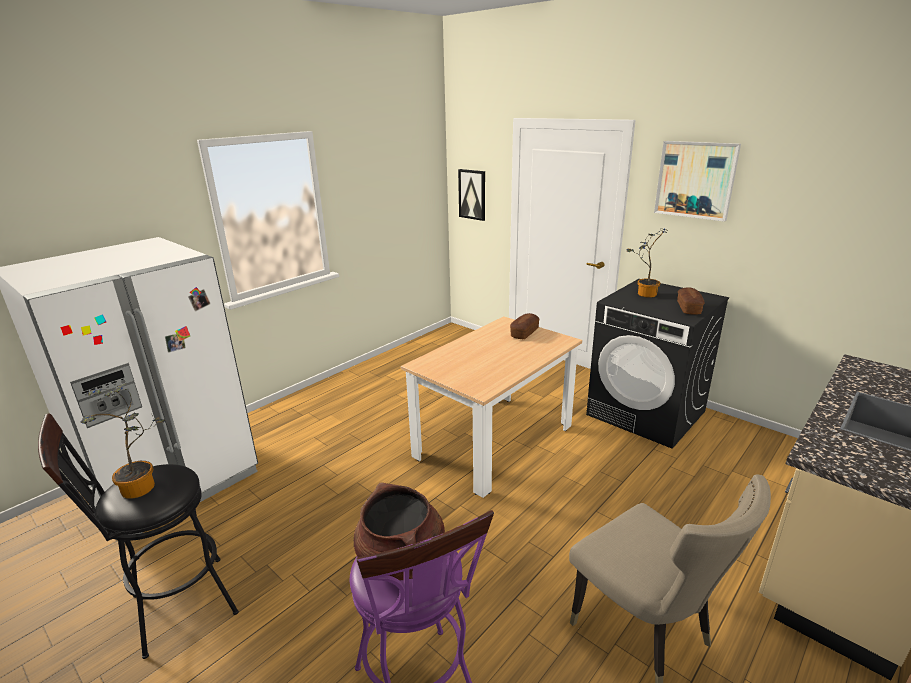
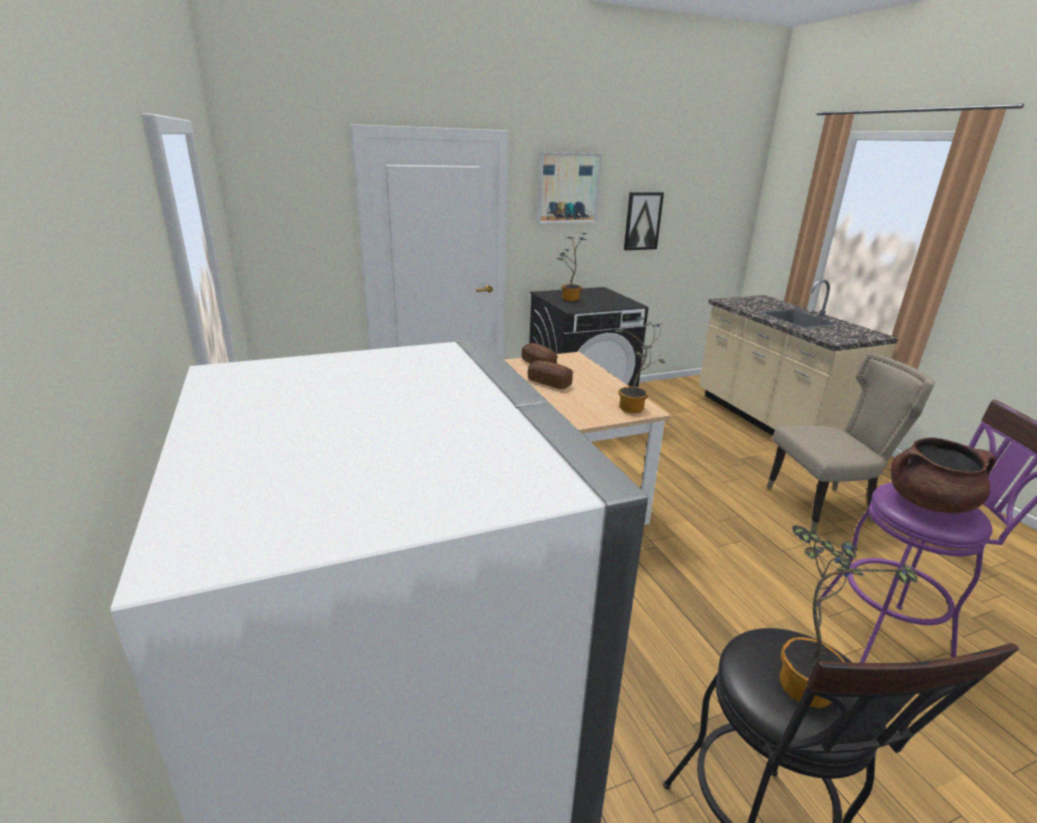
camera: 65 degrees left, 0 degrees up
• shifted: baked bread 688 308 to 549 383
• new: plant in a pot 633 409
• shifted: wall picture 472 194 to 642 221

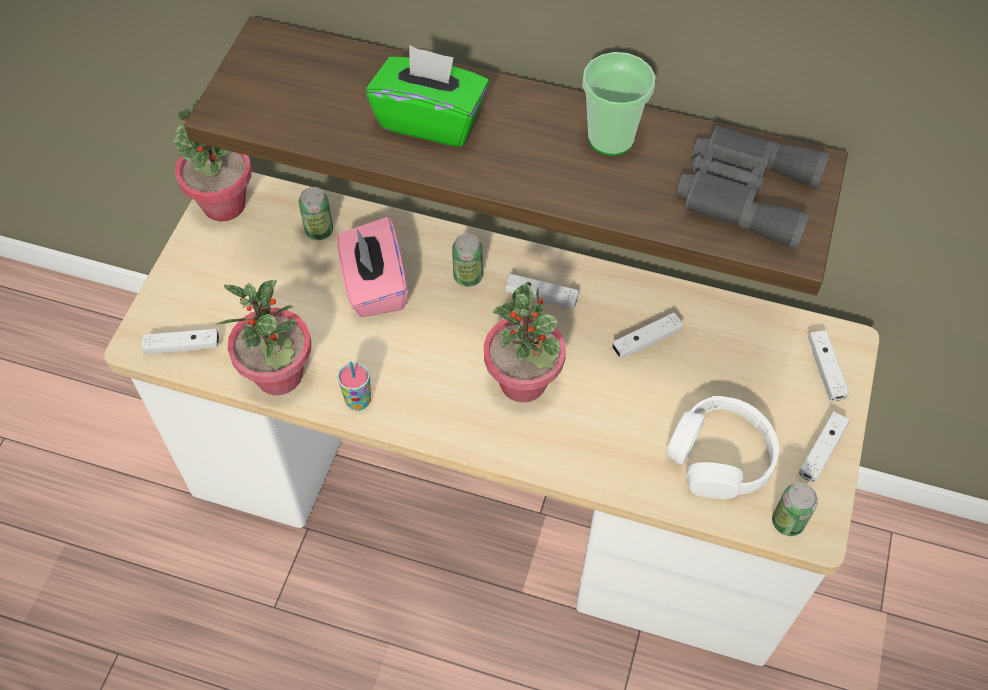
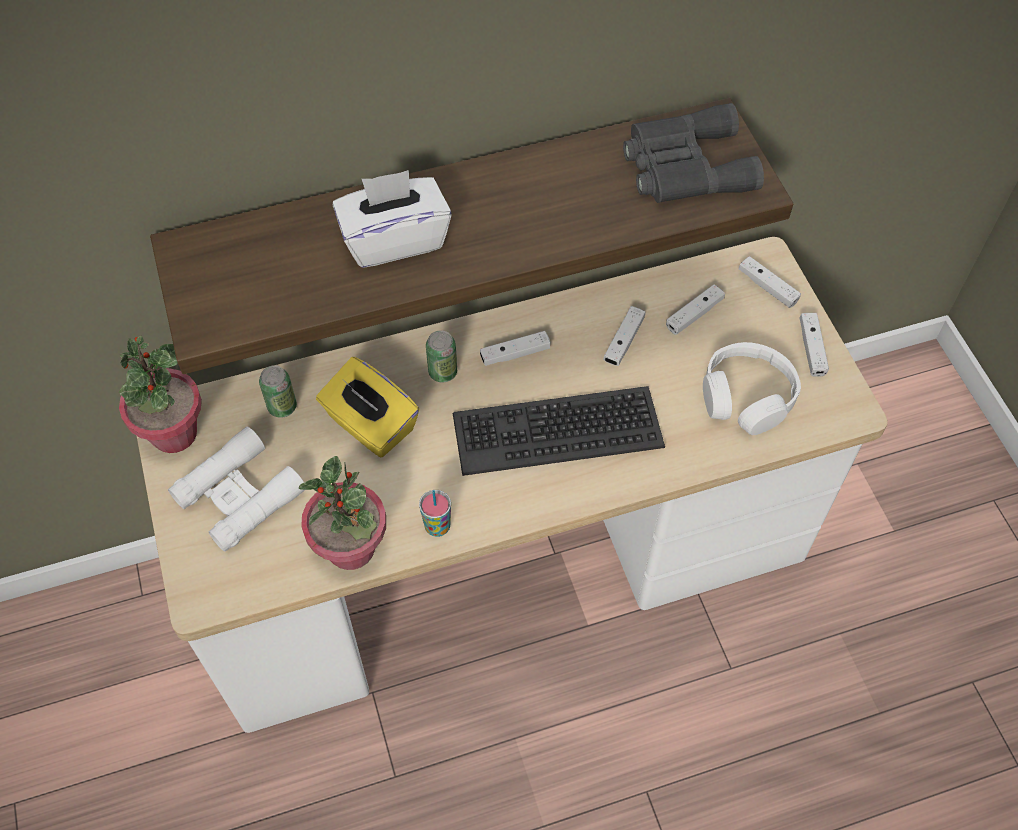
camera: 35 degrees left, 0 degrees up
• new: whitish binoculars 239 495
• repainted: pinkish tissue box 374 286 to yellow tissue box 370 425
• repainted: green-coloured tissue box 430 120 to whitish tissue box 394 239
• swapped: plant in a pot 523 382 to keyboard 557 430
• shifted: whitish game controller 182 346 to 694 314
• gone: small cup 611 138
• gone: sealed can 787 522

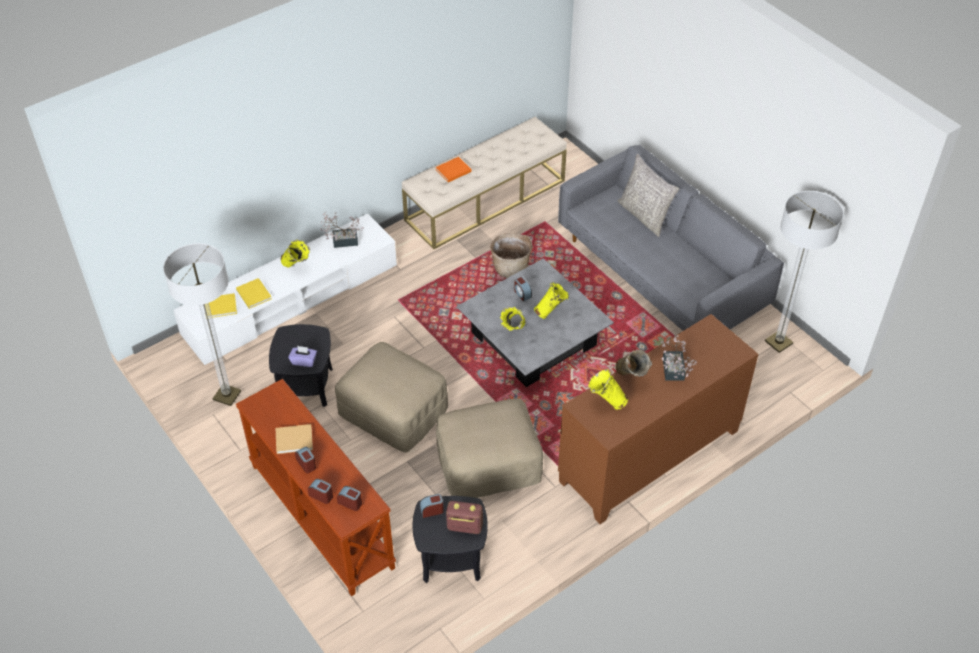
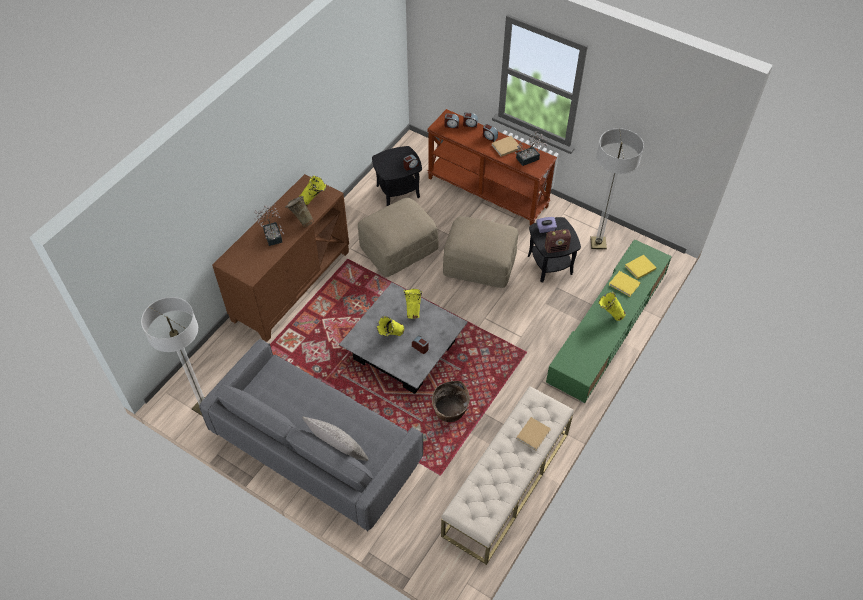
camera: 160 degrees right, 5 degrees up
• shifted: plant in a pot 342 241 to 530 158
• repainted: orange volume 452 171 to beige volume 533 433
• shifted: radio 464 527 to 556 248
• repainted: whitish tv stand 292 299 to green-coloured tv stand 607 327

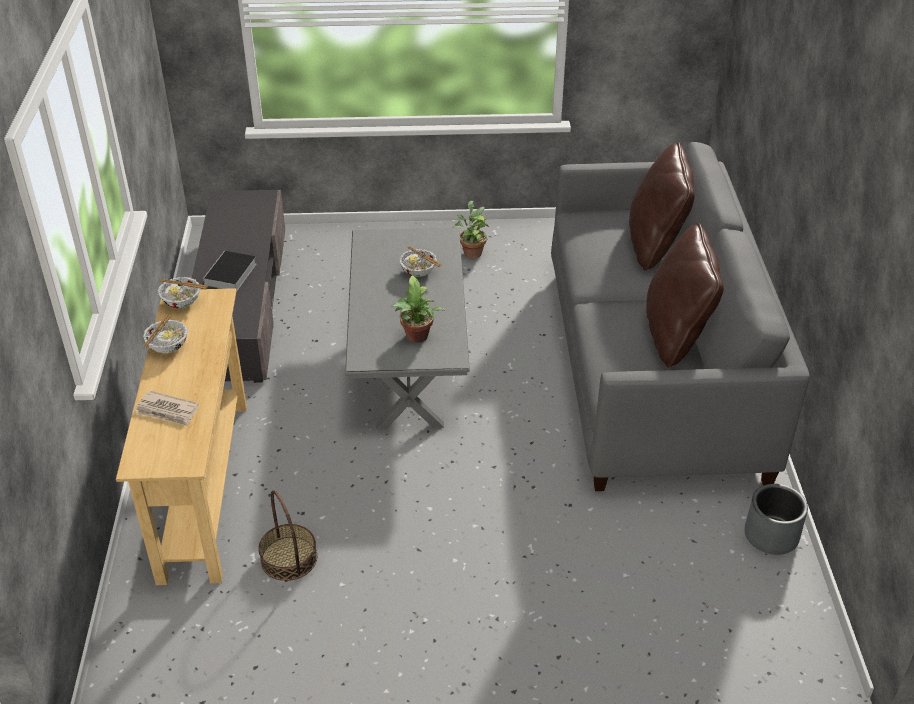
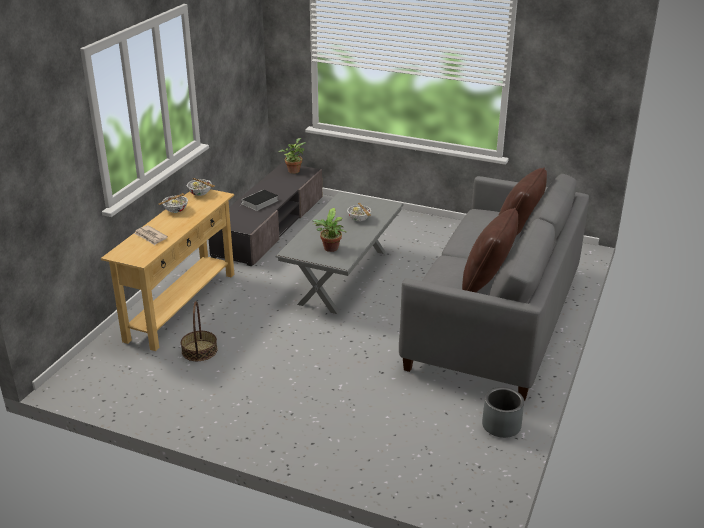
camera: 25 degrees right, 10 degrees down
• shifted: plant in a pot 471 252 to 294 170

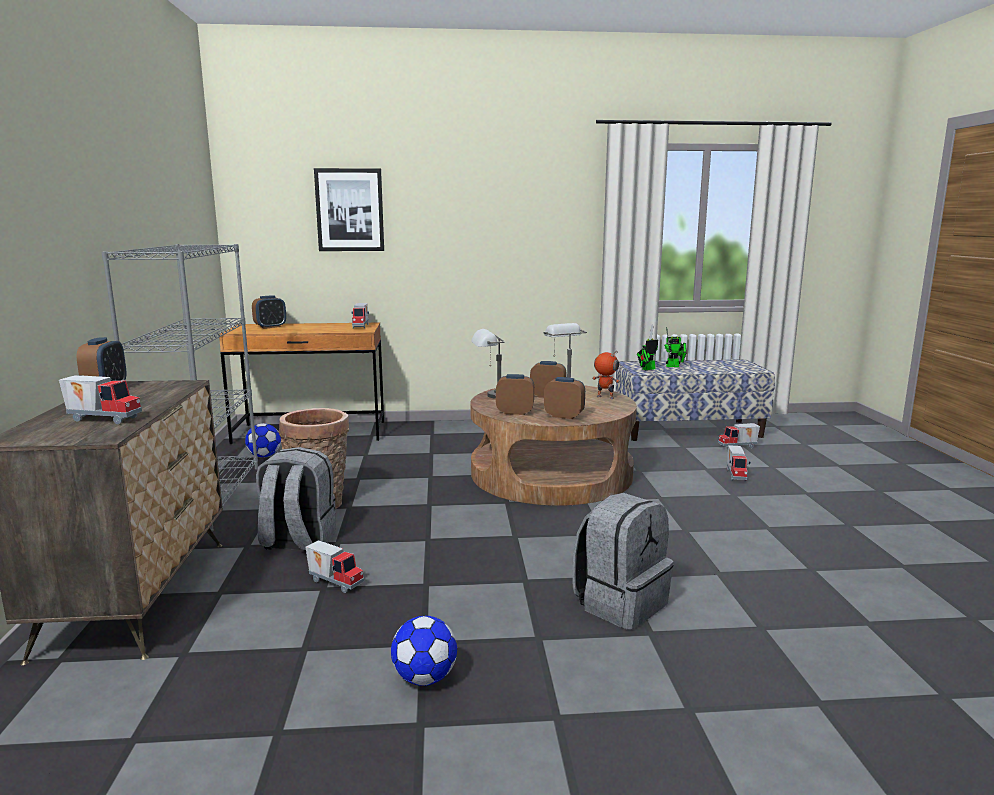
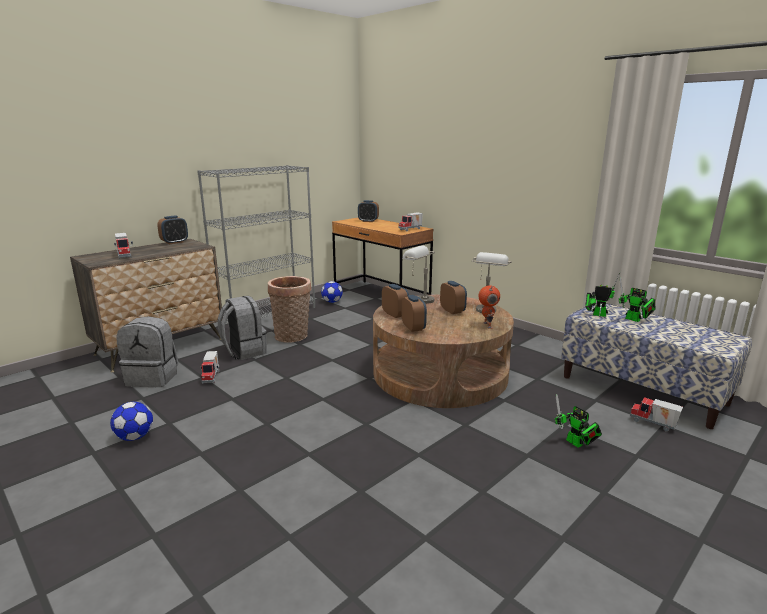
camera: 50 degrees right, 5 degrees up
• shifted: grey backpack 620 603 to 153 378
• swapped: toy lorry 737 476 to robot figure 576 444
• gone: wall picture 350 210

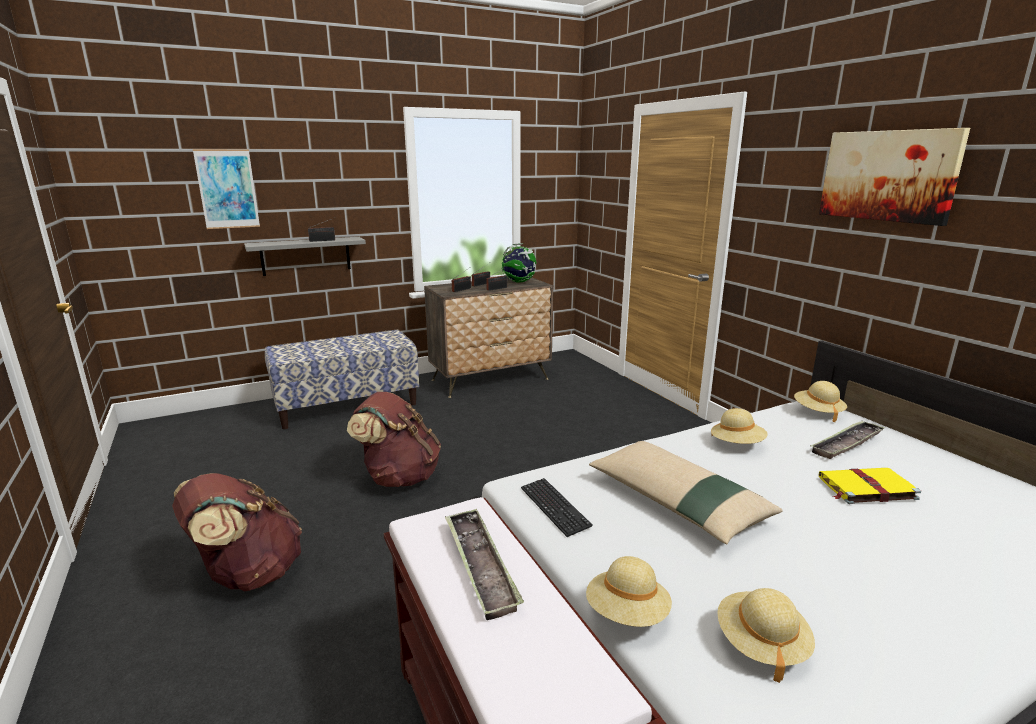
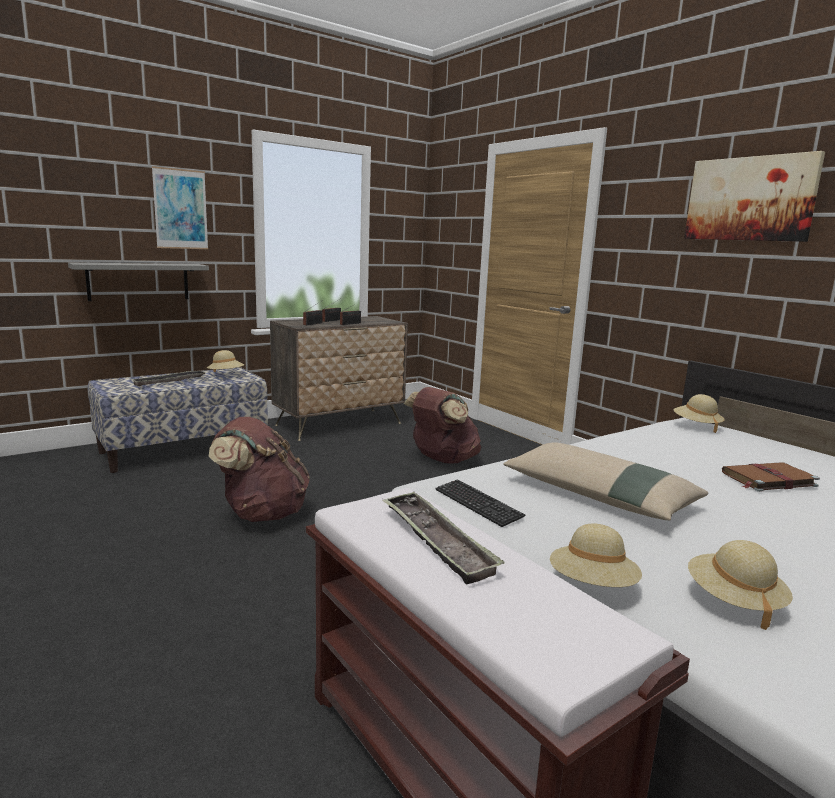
camera: 10 degrees left, 5 degrees down
• shifted: carrying tray 846 444 to 170 381
• shifted: wall picture 227 189 to 180 209
• shifted: beige clothing hat 737 444 to 226 375
• shifted: brown-coloured backpack 248 574 to 442 460
• repainted: yellow volume 865 488 to brown-coloured volume 767 479
• gone: radio 324 240
• gone: world globe 519 282

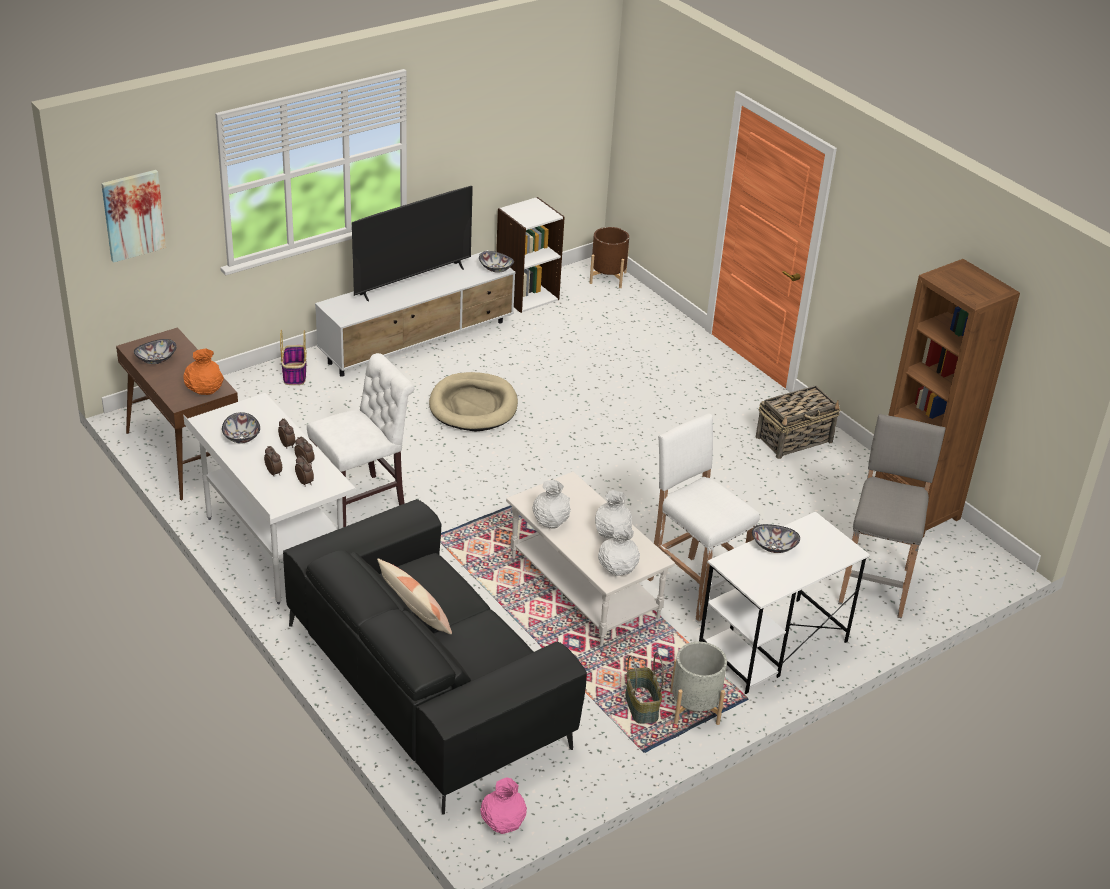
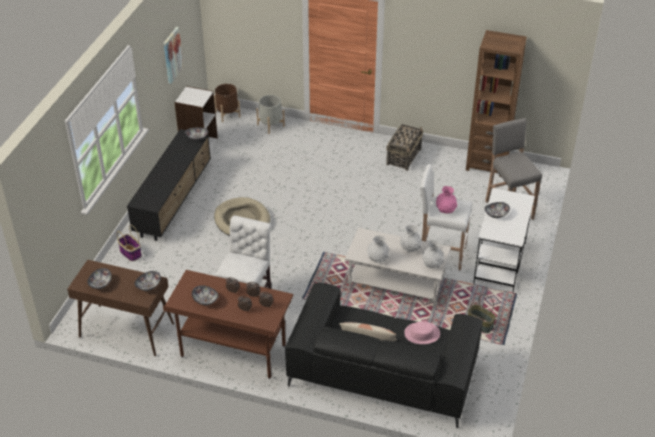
camera: 35 degrees left, 5 degrees up
• repainted: whitish tv stand 418 342 to blackish tv stand 174 200
• swapped: orange vase 204 390 to serving bowl 148 286
• repainted: whitish desk unit 274 548 to brown-coloured desk unit 233 352
• shifted: wall picture 133 215 to 172 55
• shifted: grey planter 694 708 to 271 125
• new: pinkish clothing hat 422 334
• shifted: pinkish vase 503 824 to 445 210
• gone: TV 412 281

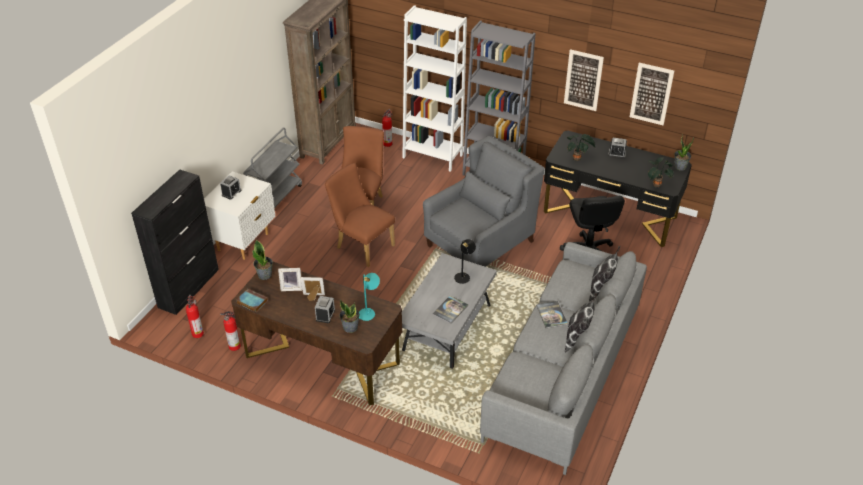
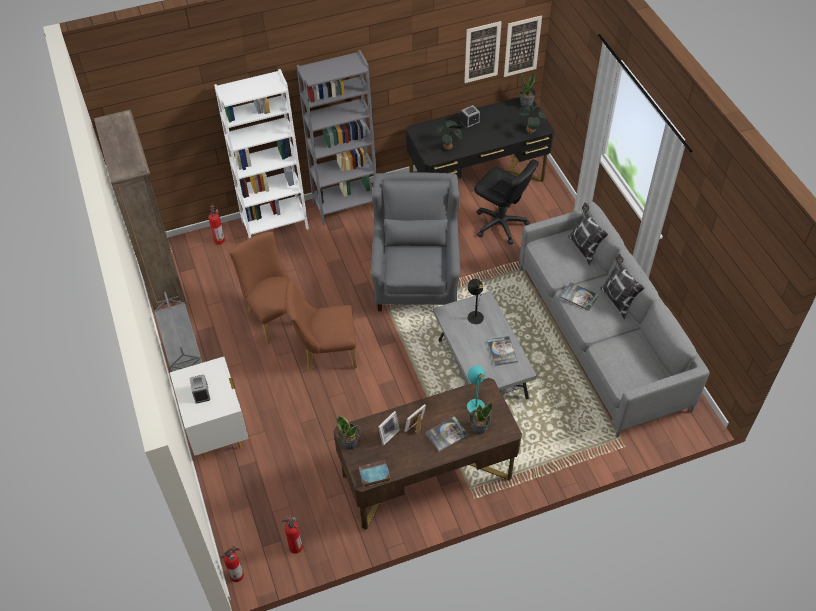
camera: 45 degrees left, 10 degrees up
• shifted: extinguisher 235 346 to 237 575
• swapped: alarm clock 325 315 to volume 447 434
• shifted: wall picture 583 80 to 522 46
• gone: blackish storage cabinet 189 288

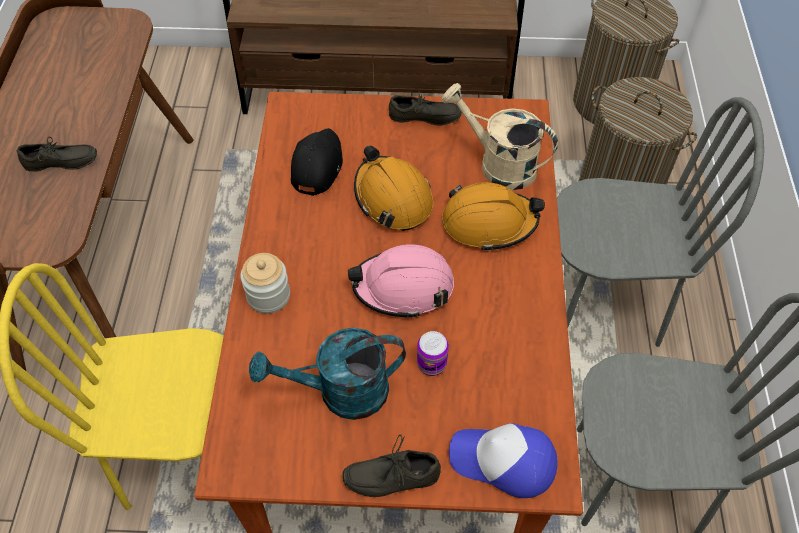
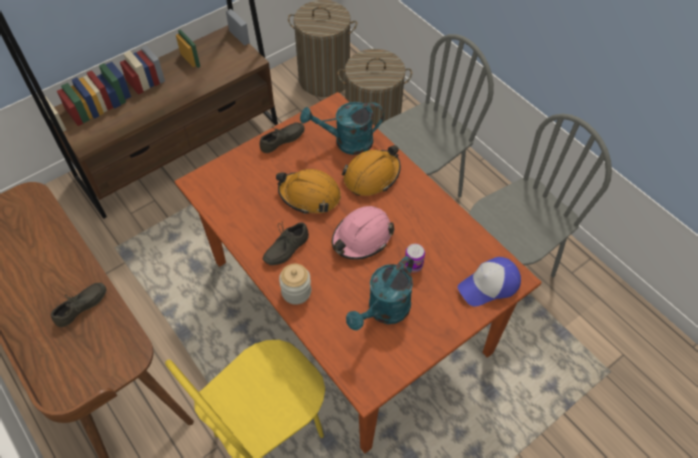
camera: 40 degrees left, 0 degrees up
• shifted: grey low shoe 391 474 to 285 248
• repainted: beige watering can 498 164 to turquoise-coloured watering can 346 142
• gone: blackish baseball cap 316 166

